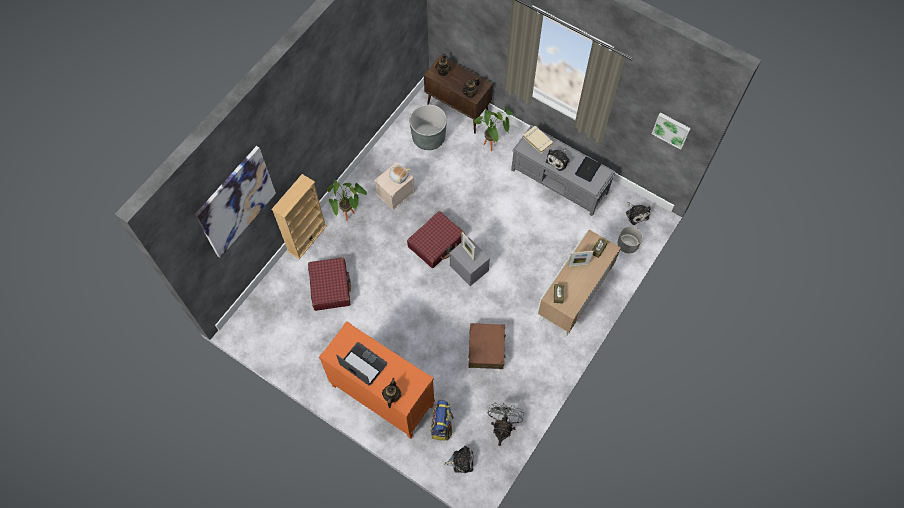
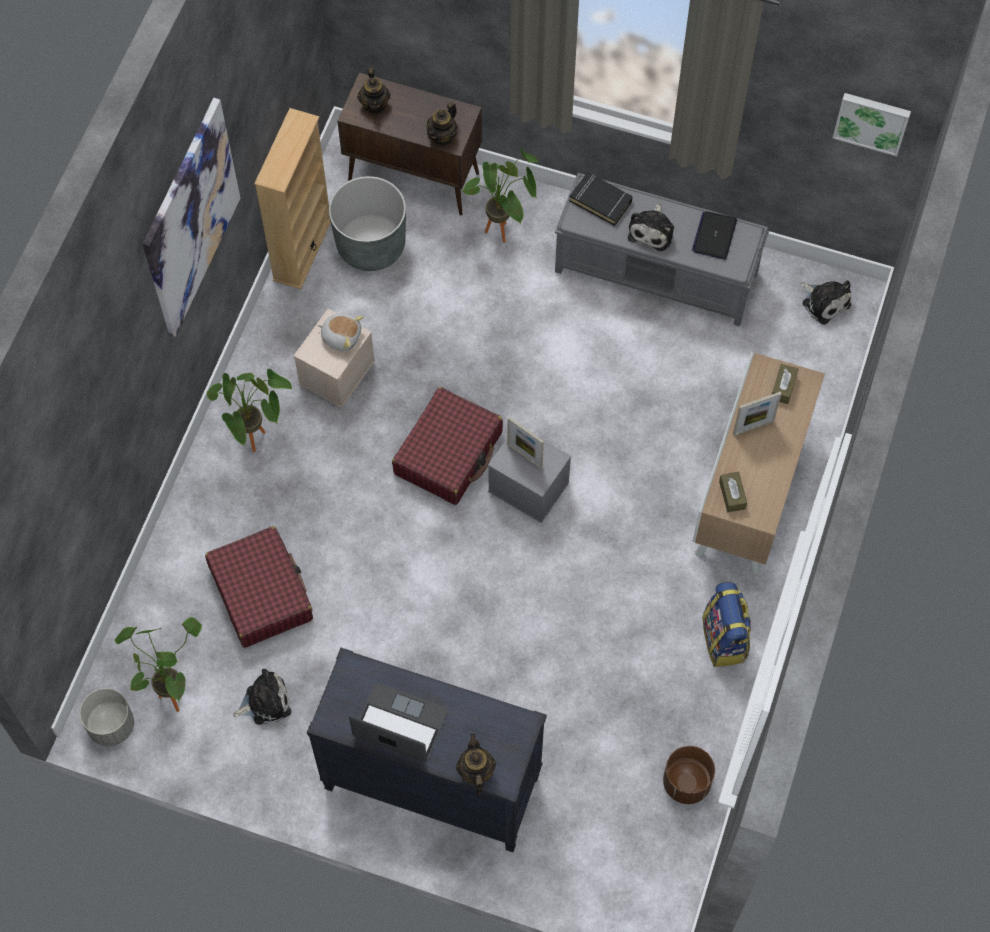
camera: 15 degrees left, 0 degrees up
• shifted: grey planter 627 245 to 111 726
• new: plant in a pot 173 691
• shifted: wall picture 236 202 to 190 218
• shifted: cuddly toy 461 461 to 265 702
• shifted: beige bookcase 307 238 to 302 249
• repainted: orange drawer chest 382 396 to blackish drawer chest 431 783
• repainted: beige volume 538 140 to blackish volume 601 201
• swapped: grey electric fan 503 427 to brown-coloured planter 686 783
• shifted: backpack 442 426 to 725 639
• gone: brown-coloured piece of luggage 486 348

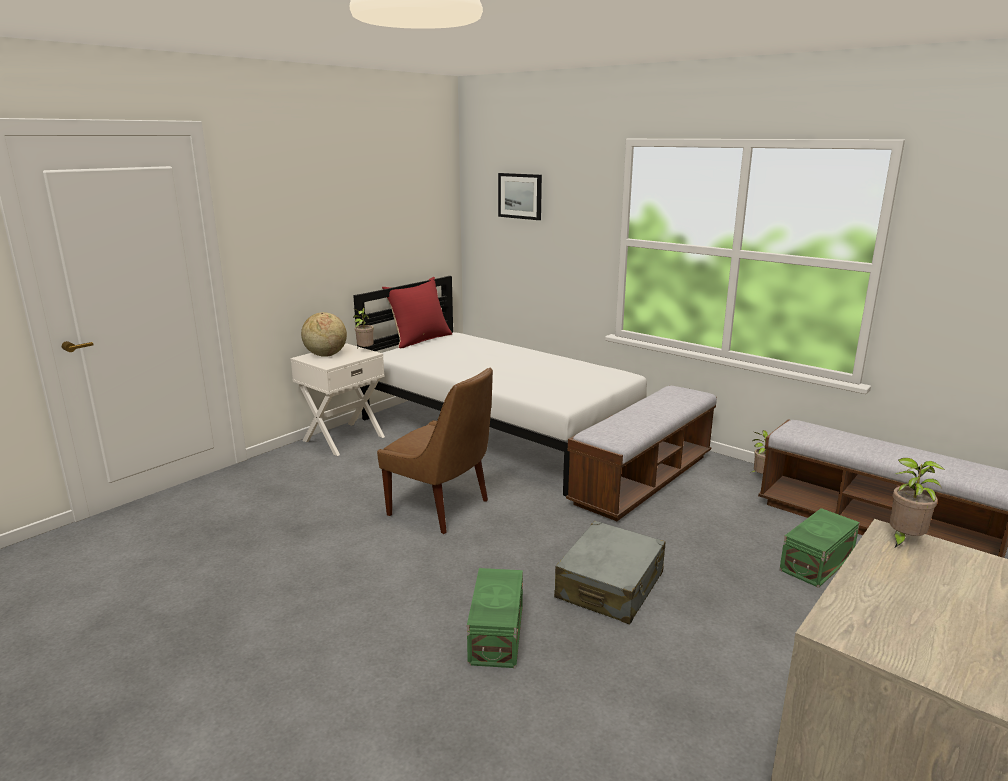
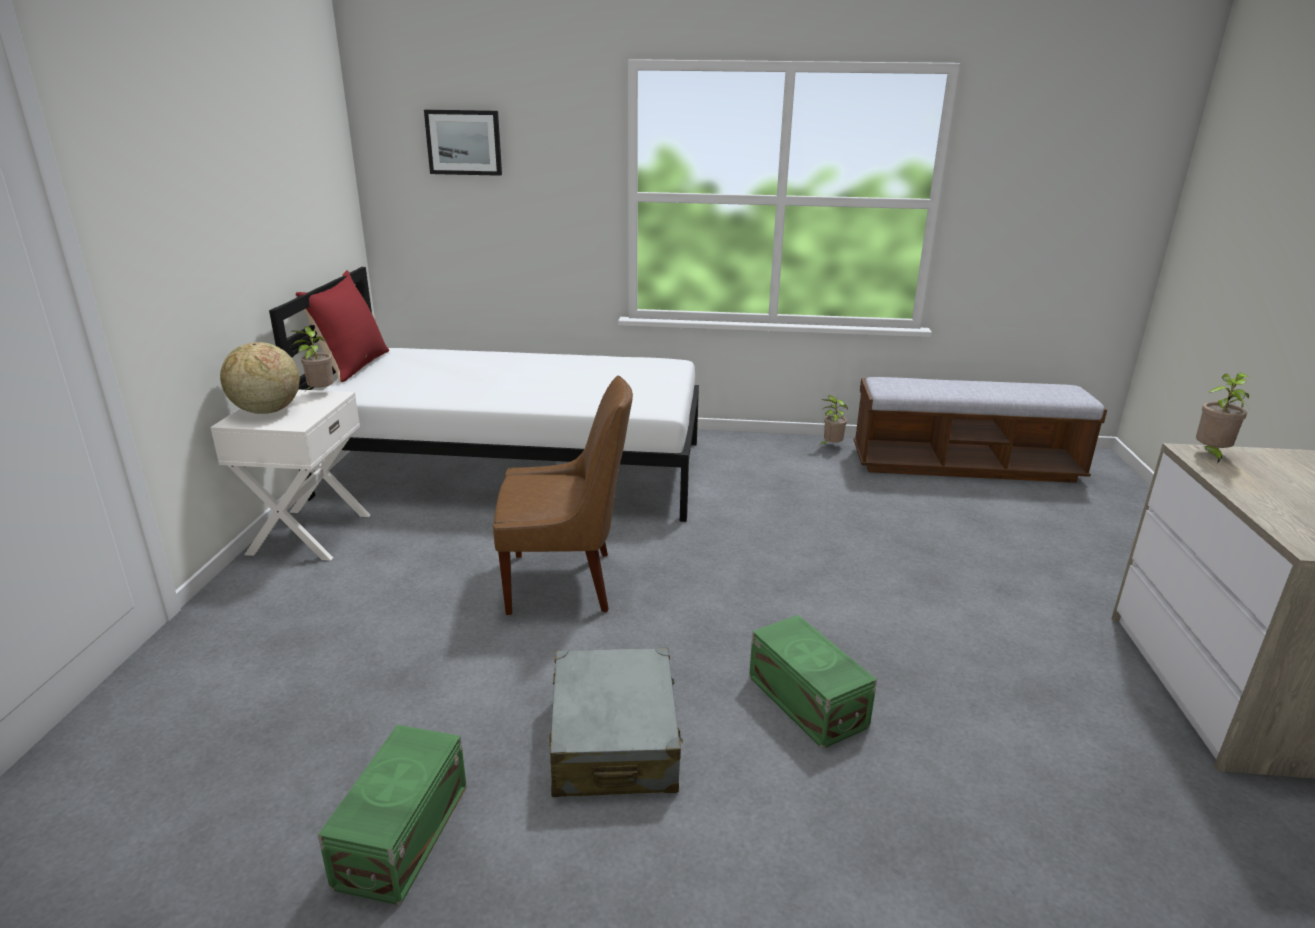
camera: 35 degrees left, 5 degrees up
• shifted: green-coloured storage bin 815 563 to 399 836
• shifted: grey piece of luggage 610 586 to 614 741
• gone: long seat 643 479

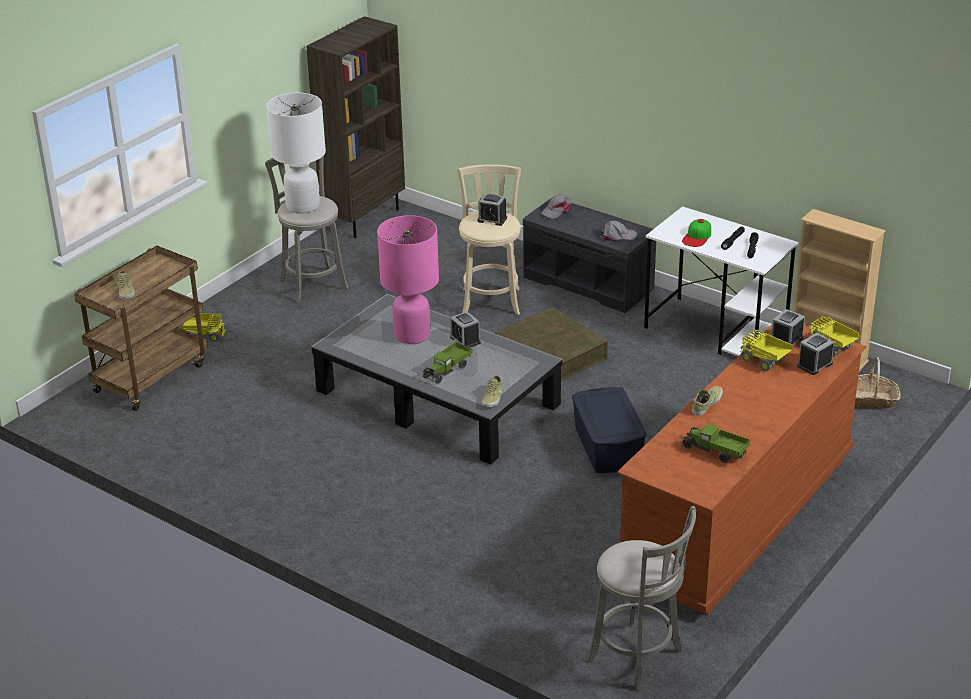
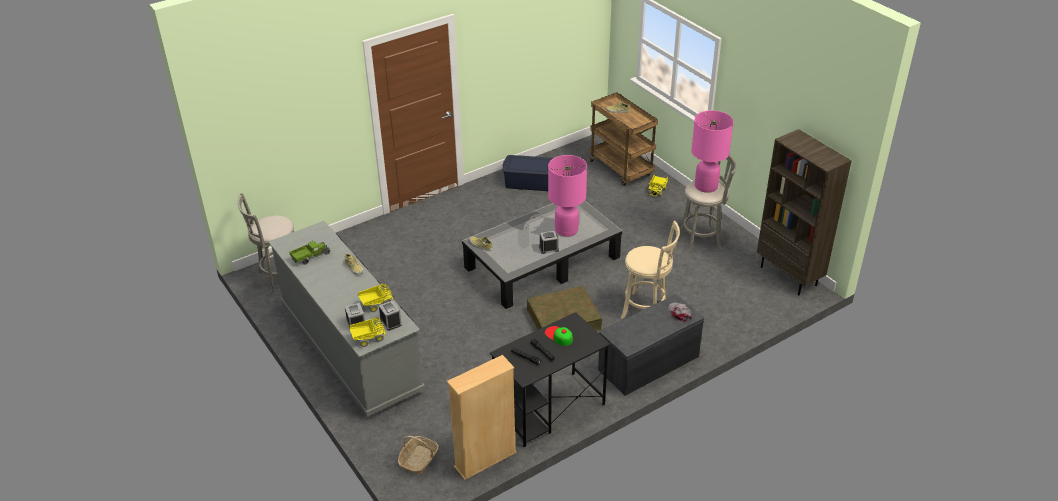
camera: 110 degrees right, 5 degrees up
• repainted: brown-coloured drawer chest 738 516 to grey drawer chest 351 348
• repainted: whitish desk unit 716 332 to blackish desk unit 549 409
• shifted: blue storage bin 607 446 to 529 182
• repainted: whitish tabletop lamp 303 206 to pinkish tabletop lamp 706 186
• gone: toy lorry 447 370
• gone: alarm clock 492 219
• gone: grey baseball cap 617 236

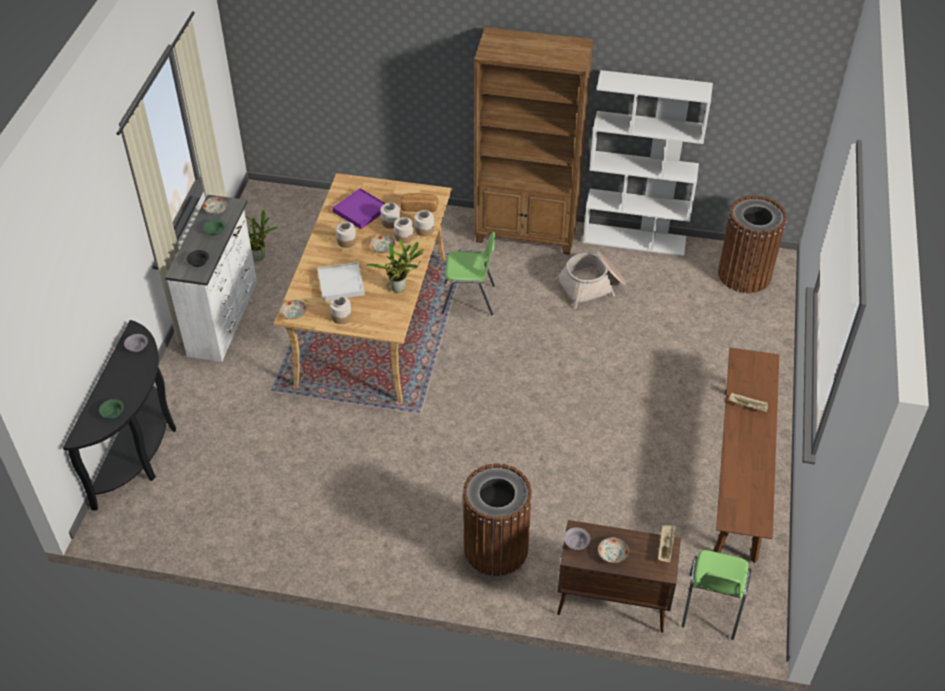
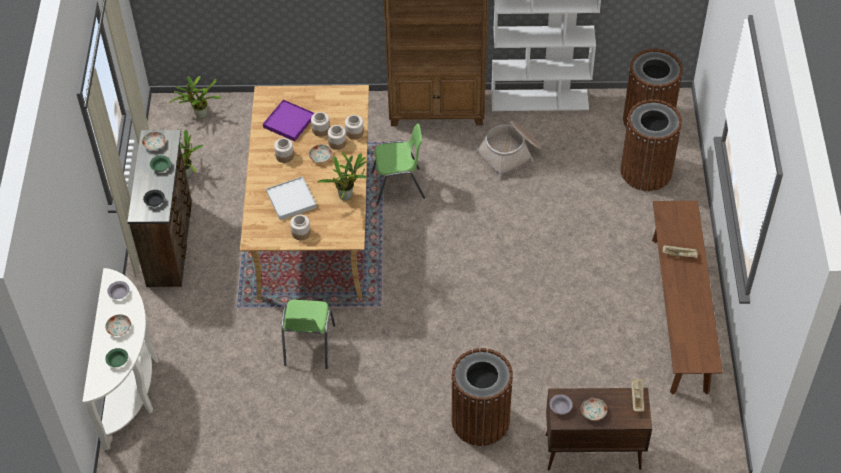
camera: 10 degrees left, 5 degrees up
• repainted: blackish console table 141 451 to whitish console table 132 386
• shifted: plate 294 314 to 119 328
• repainted: whitish drawer chest 225 318 to brown-coloured drawer chest 171 242
• new: plant in a pot 199 115
• shifted: green-coloured upright chair 711 607 to 308 346
• new: brown-coloured rubbish bin 646 171
• gone: baked bread 419 207

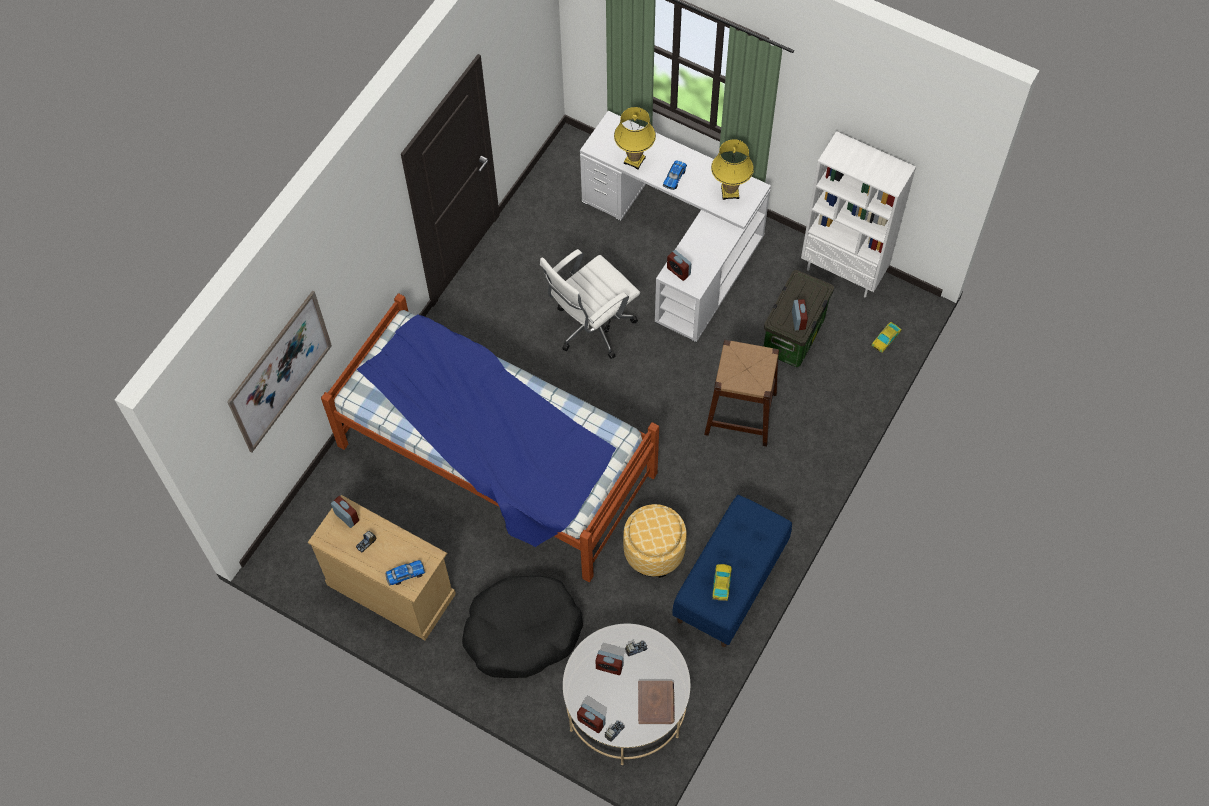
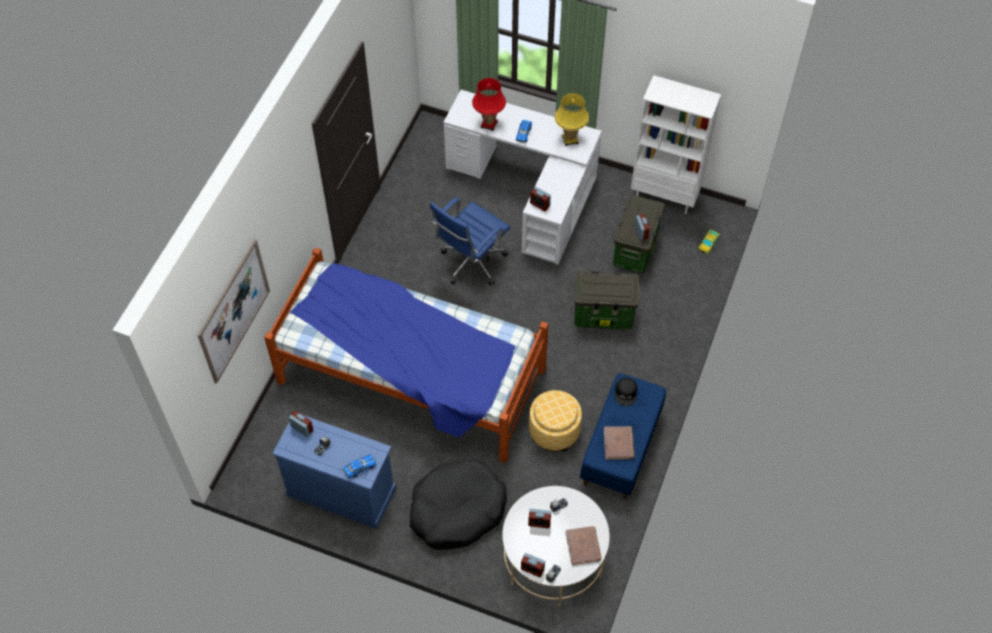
camera: 10 degrees left, 5 degrees down
• repainted: beige drawer chest 391 589 to blue drawer chest 341 491
• repainted: whitish desk chair 591 328 to blue desk chair 471 264
• repainted: yellow tabletop lamp 634 160 to red-coloured tabletop lamp 489 124
• swapped: brown-coloured stool seat 740 413 to storage bin 604 314
• swapped: miniature car 721 583 to brown-coloured volume 618 444
• new: blackish baseball cap 626 393

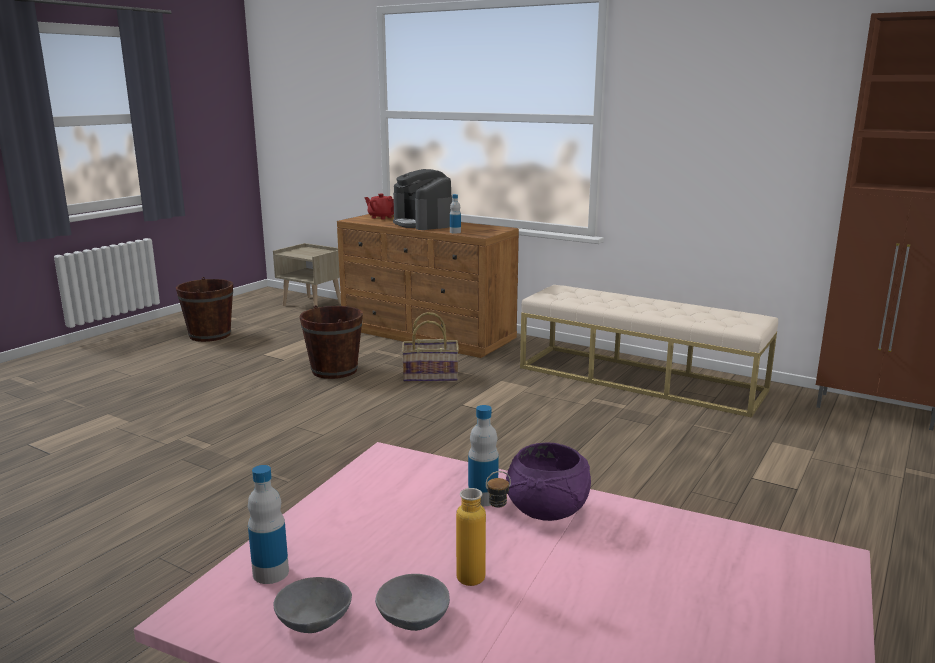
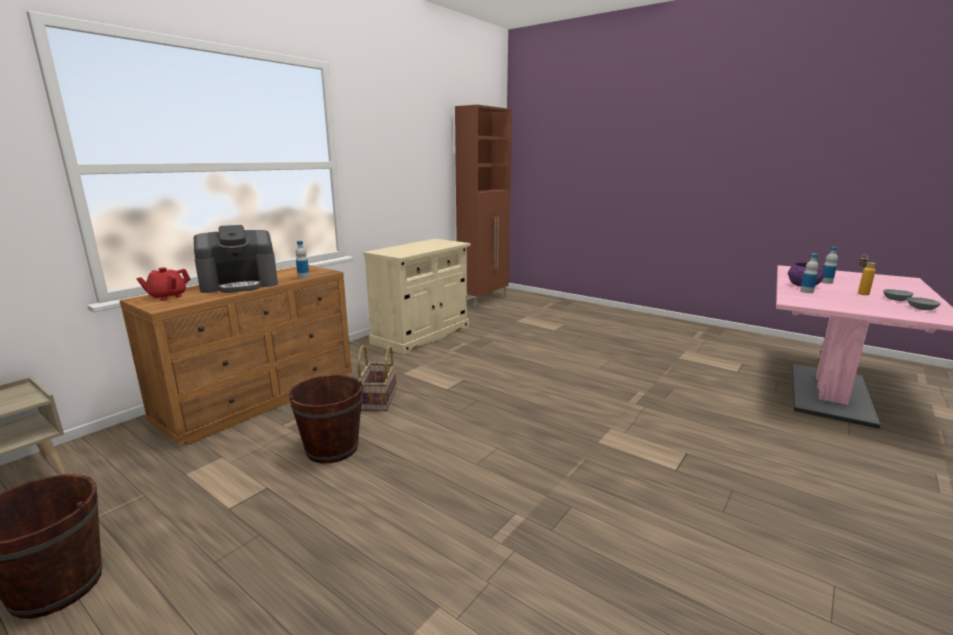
camera: 85 degrees left, 0 degrees up
• swapped: beige long seat 640 379 to beige storage cabinet 422 335
• shifted: drink bottle 271 573 to 826 282

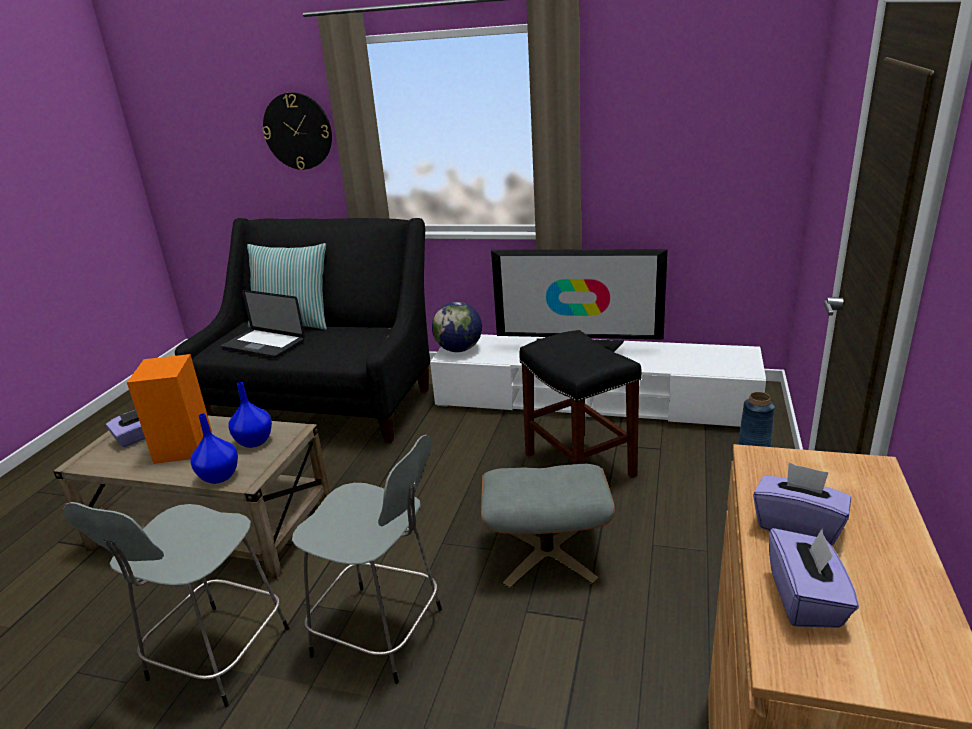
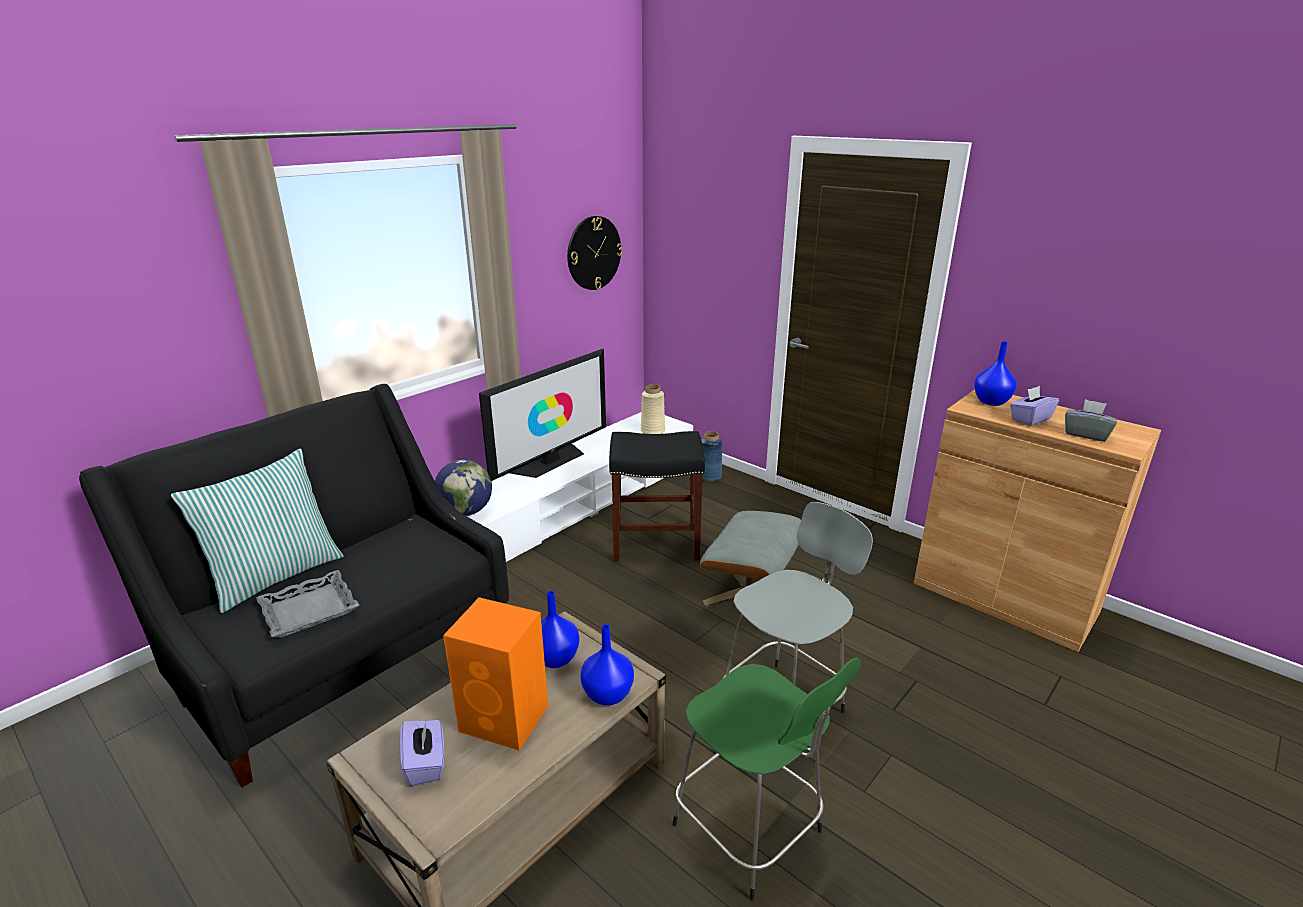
camera: 65 degrees left, 0 degrees up
• swapped: portable computer 263 345 to grey carrying tray 309 609
• shifted: clock on the wall 298 131 to 593 253
• new: beige vase 652 431
• repainted: grey stool seat 216 657 to green-coloured stool seat 751 831
• new: blue vase 992 402
• repainted: purple tissue box 806 599 to grey tissue box 1086 434

